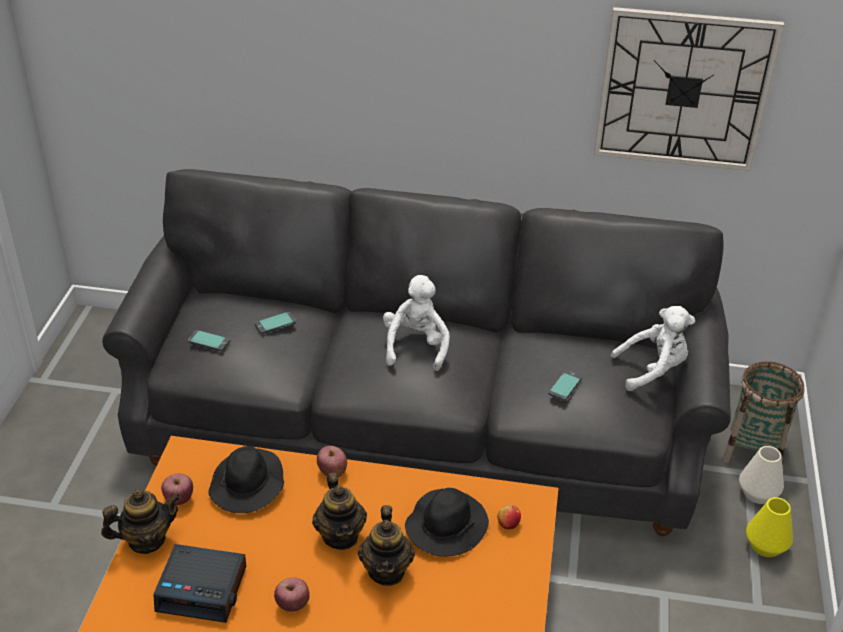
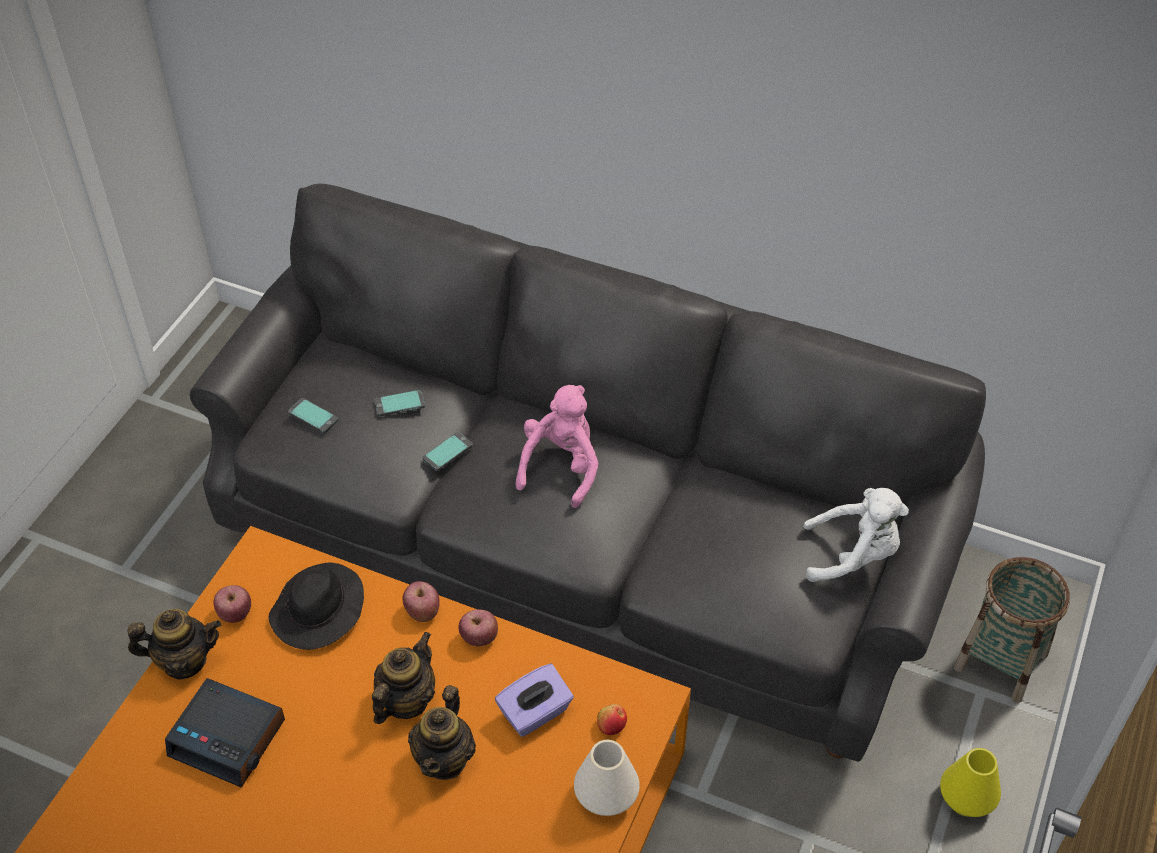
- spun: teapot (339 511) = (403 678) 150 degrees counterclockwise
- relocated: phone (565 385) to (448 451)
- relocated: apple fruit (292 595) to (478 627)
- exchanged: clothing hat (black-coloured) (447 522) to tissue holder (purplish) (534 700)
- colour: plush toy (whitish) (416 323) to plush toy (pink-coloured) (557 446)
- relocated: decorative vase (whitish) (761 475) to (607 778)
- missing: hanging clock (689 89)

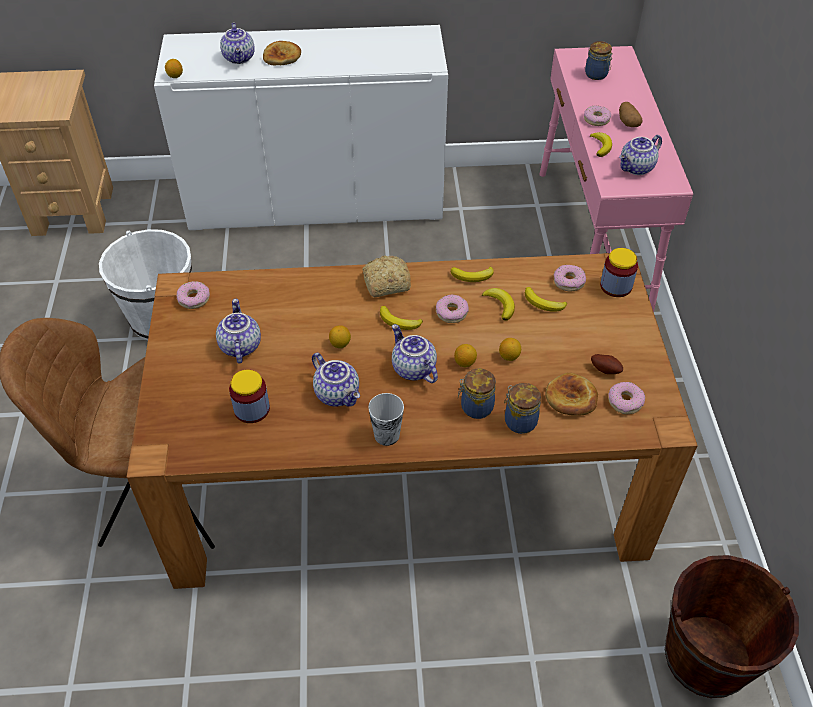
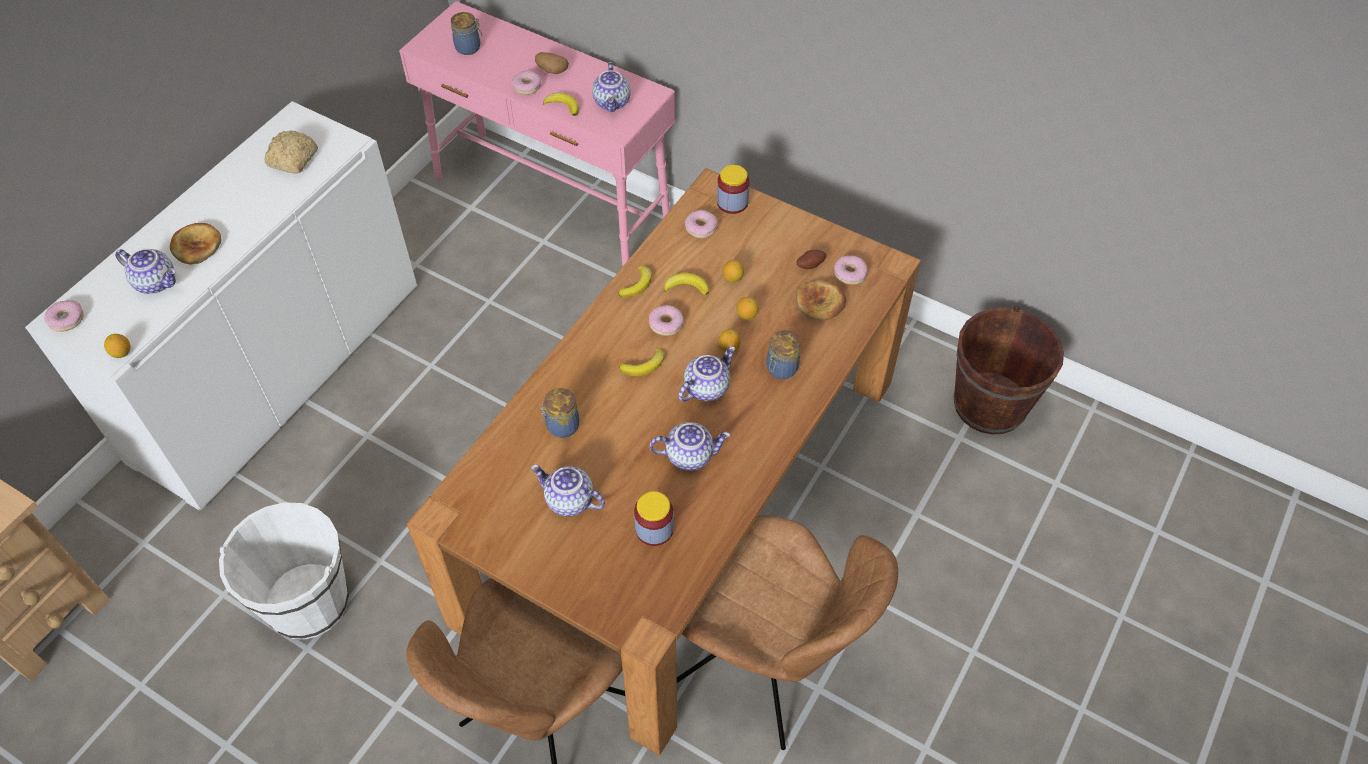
- relocated: doughnut (193 295) to (64 316)
- relocated: bakery bread (386 276) to (291 152)
- relocated: preserve jar (522 408) to (559 413)
- appeared: plain chair (brown) (787 632)
- spun: teapot (415 353) = (707 374) 135 degrees clockwise
- relocated: whole lemon (340 336) to (733 271)
- missing: drinking cup (386 419)
- missing: whole banana (546 299)

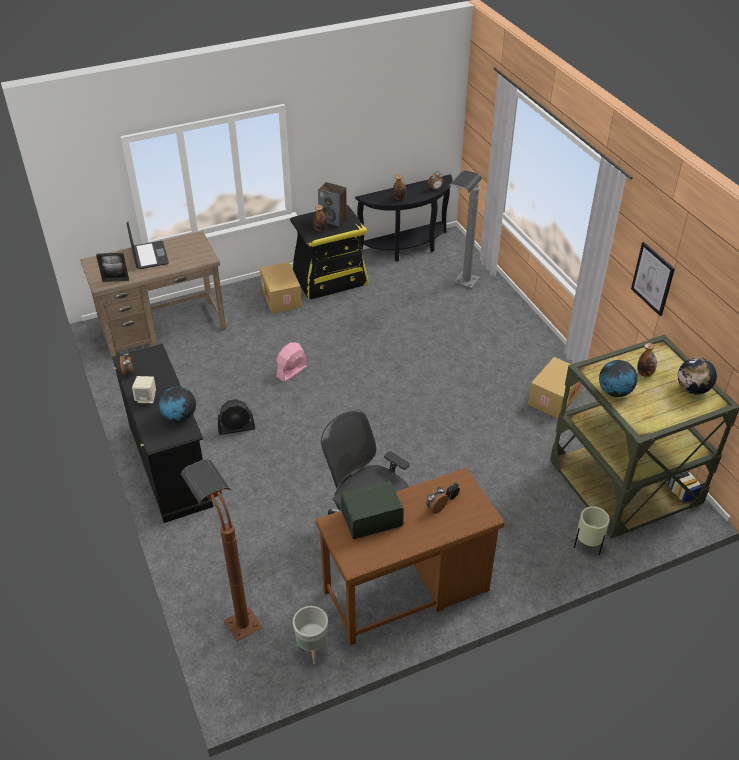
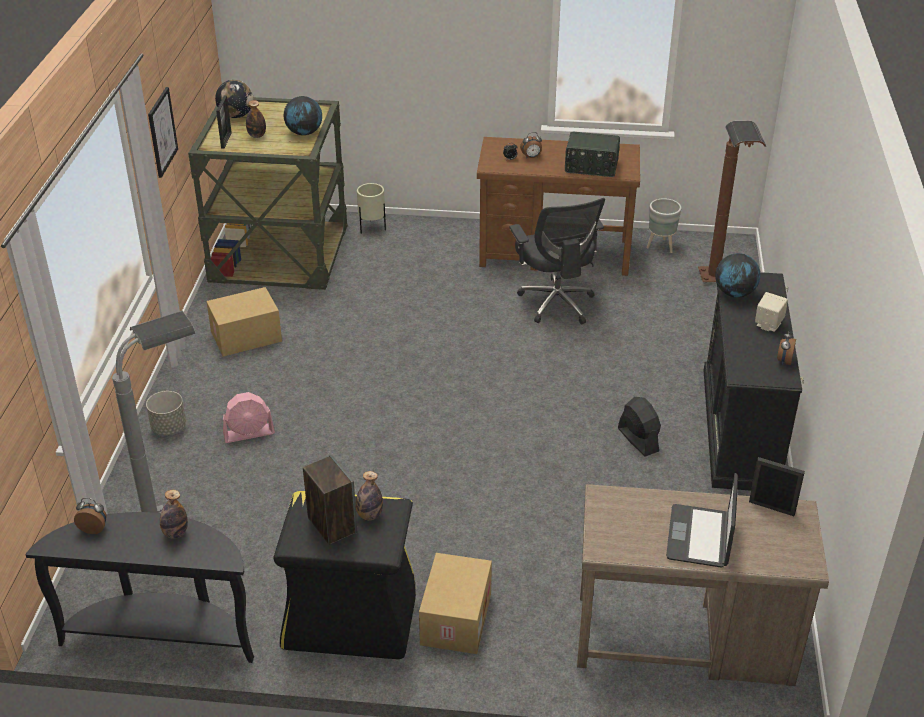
- appeared: planter (grey) (166 413)
- appeared: picture frame (224 122)
- relocated: cooling fan (pink-coloured) (292 362) to (249 417)
- spun: cooling fan (black-coloured) (236 417) = (639 426) 45 degrees clockwise

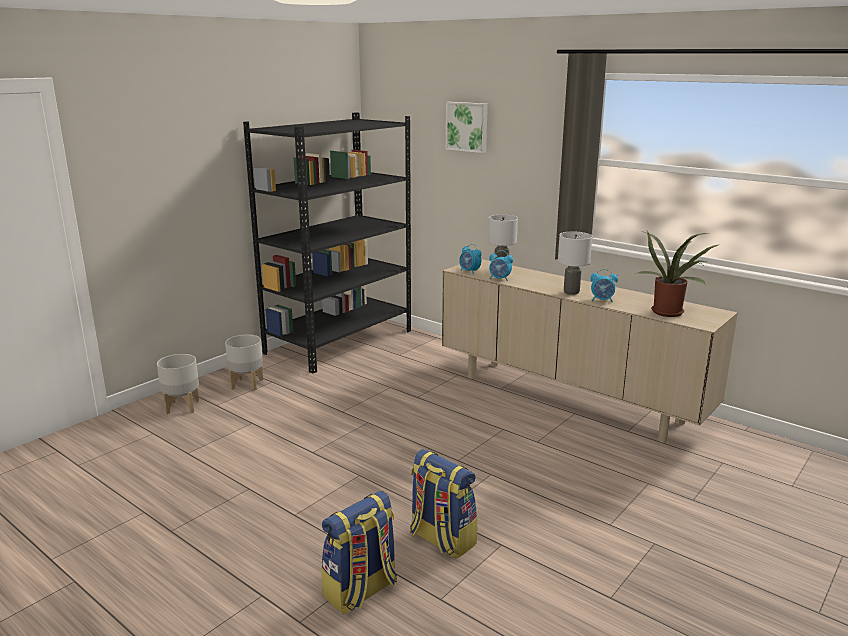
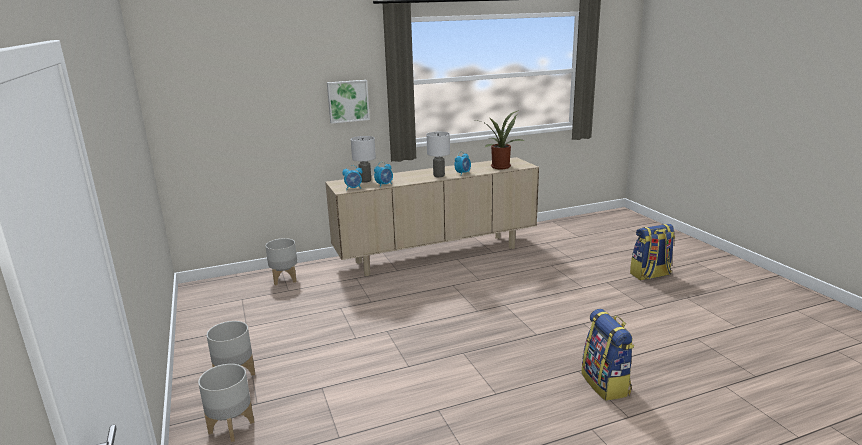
- appeared: planter (grey) (281 261)
- relocated: wall picture (467 127) to (348 102)
- relocated: backpack (443 504) to (652 252)
- missing: bookshelf (black-coloured) (327 243)

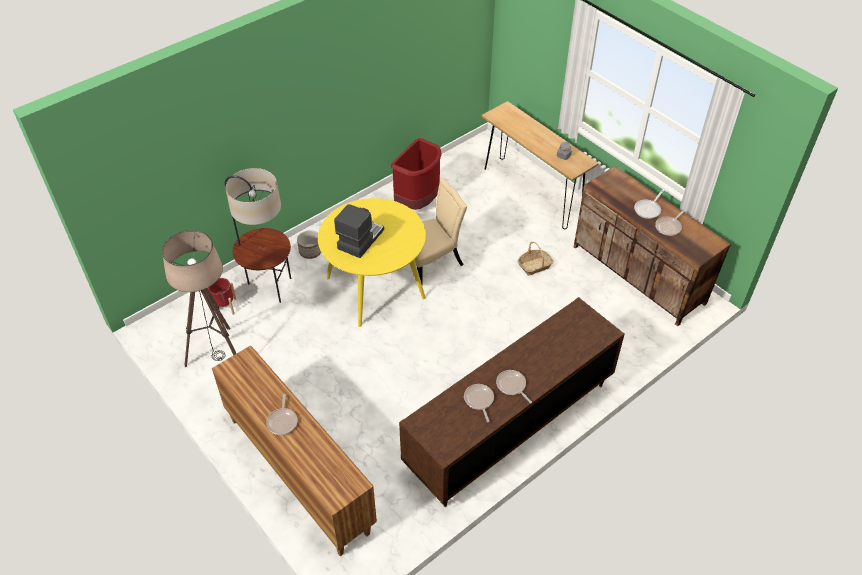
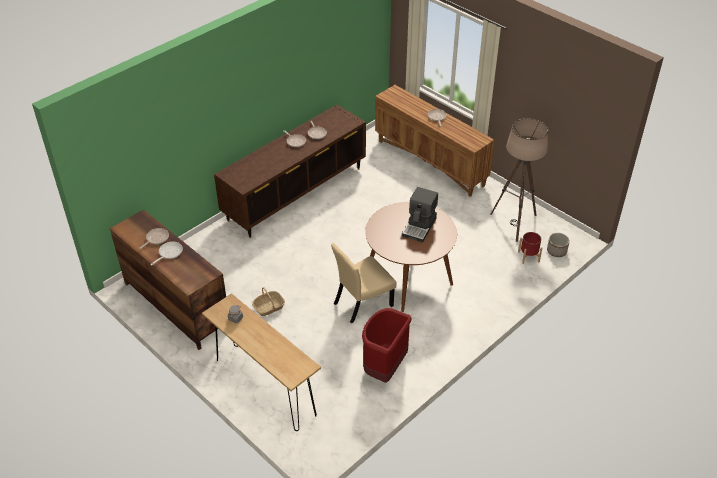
- colour: dining table (yellowish) (372 262) to dining table (brown) (411 257)
- relocated: planter (309 244) to (558 245)
- missing: standard lamp (258 235)

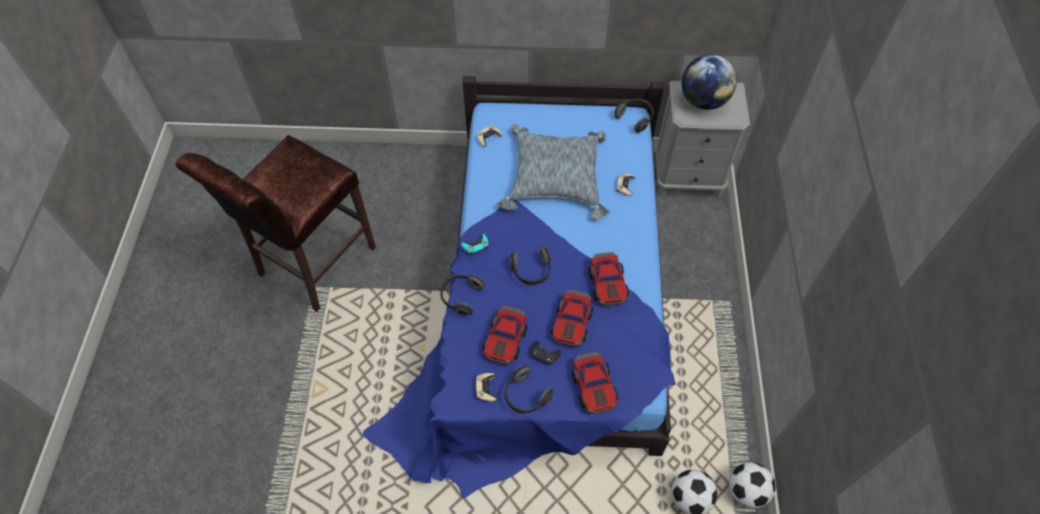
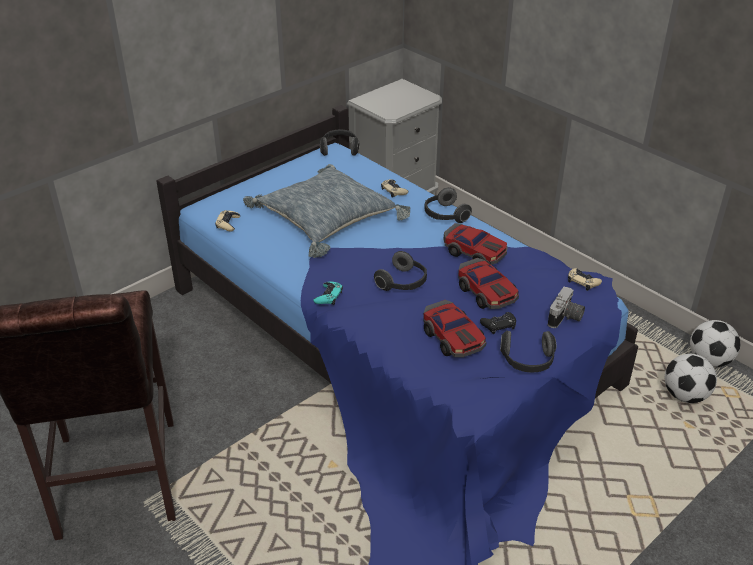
- relocated: headphones (462 295) to (448 205)
- exchanged: model car (595 383) to still camera (566 307)
- relocated: gamepad (beige-coloured) (486 387) to (585 279)
- missing: globe (709 82)

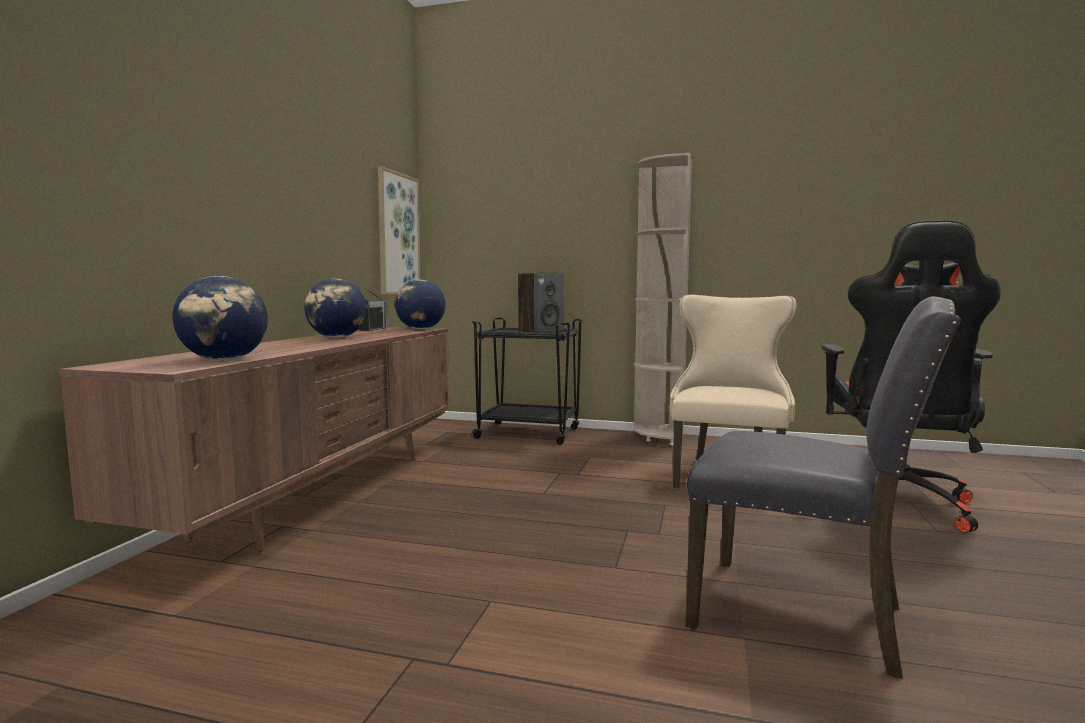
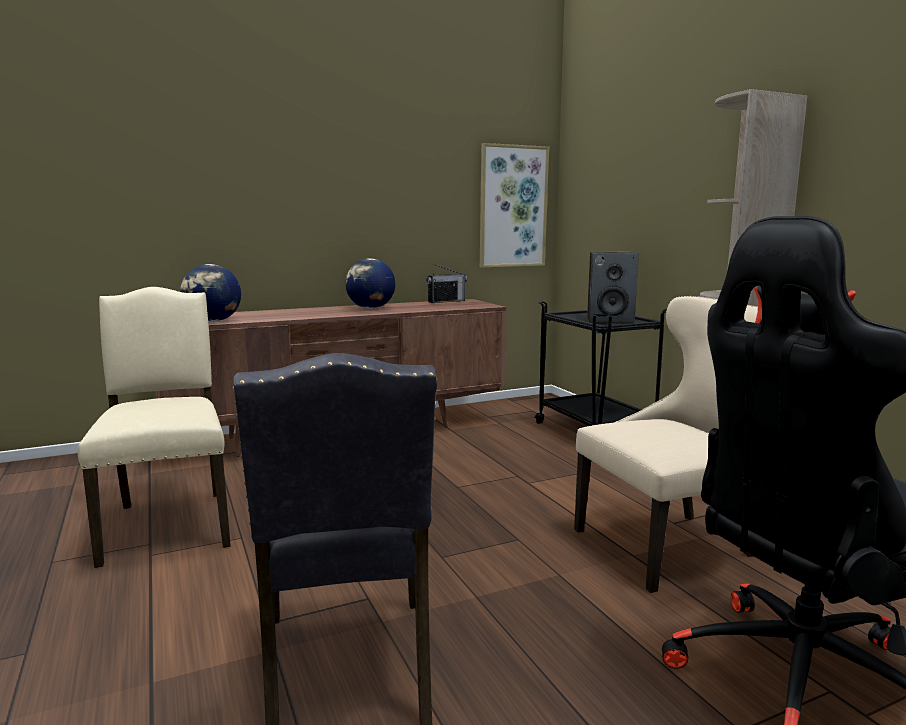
- appeared: plain chair (beige-coloured) (154 427)
- missing: globe (420 304)

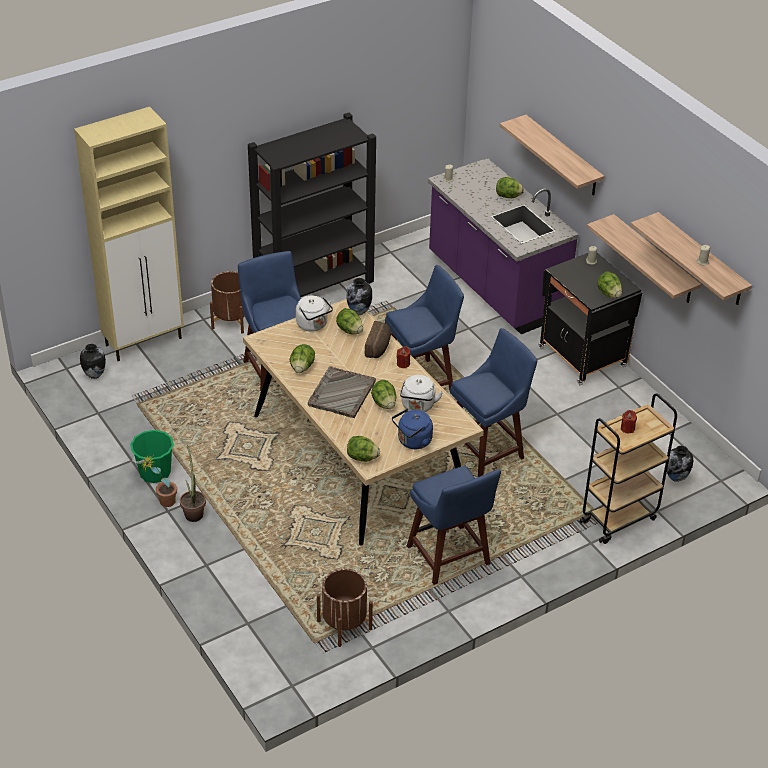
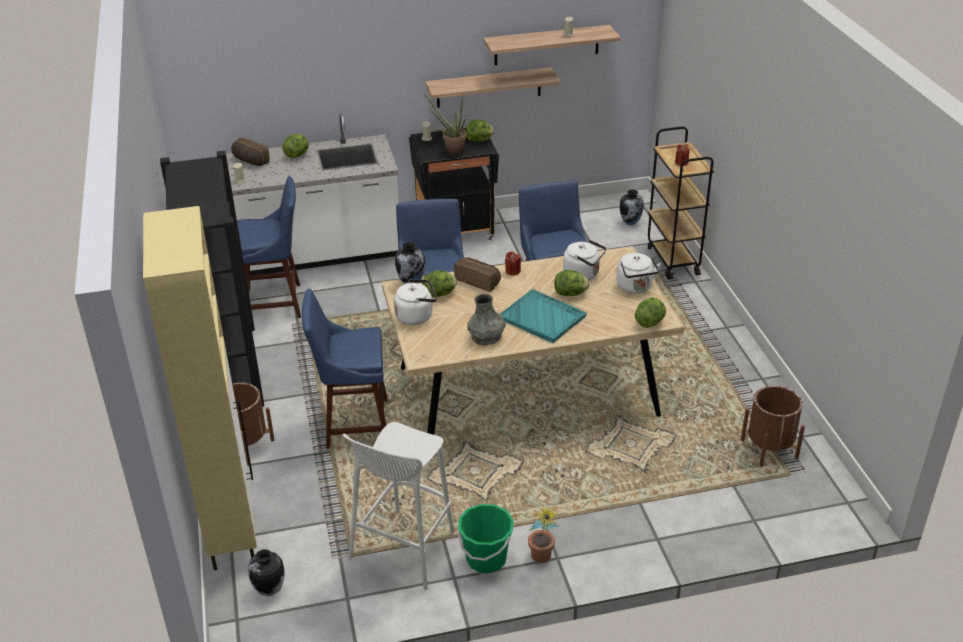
- colour: kitchen base unit (purplish) (503 246) to kitchen base unit (whitish) (312 194)
- appeared: bakery bread (250 152)
- relocated: plain chair (blue-coloured) (454 525) to (269 247)
- appeared: sitting stool (whitish) (398 506)
- relocated: potted plant (193 483) to (445 124)
- exchanged: head of lettuce (302 358) to decorative vase (grey) (486 319)
- colour: tray (grey) (342 392) to tray (blue-green) (542 316)
- colour: tea kettle (blue-coloured) (412 429) to tea kettle (whitish) (638 273)
- missing: wall shelf (552 155)

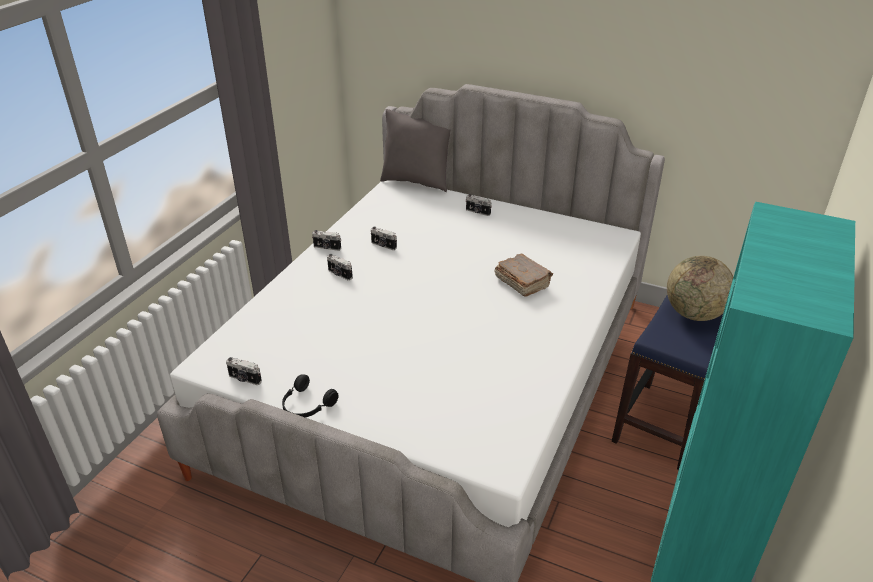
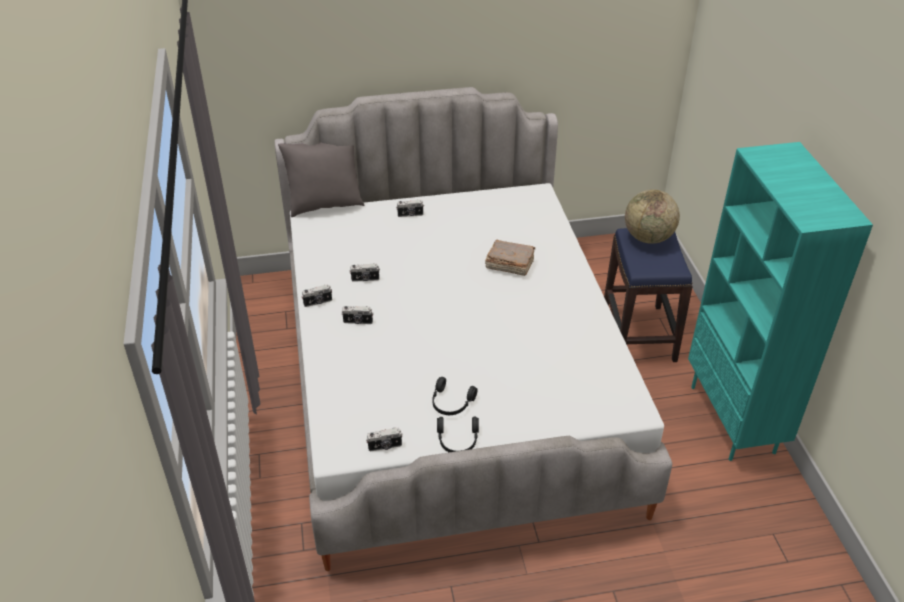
- appeared: headphones (black-coloured) (454 396)

